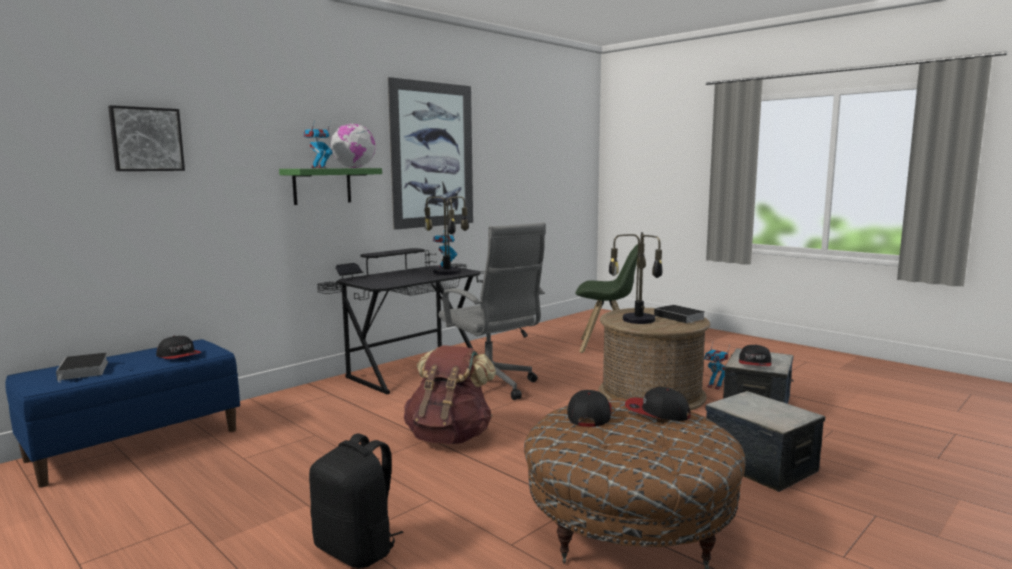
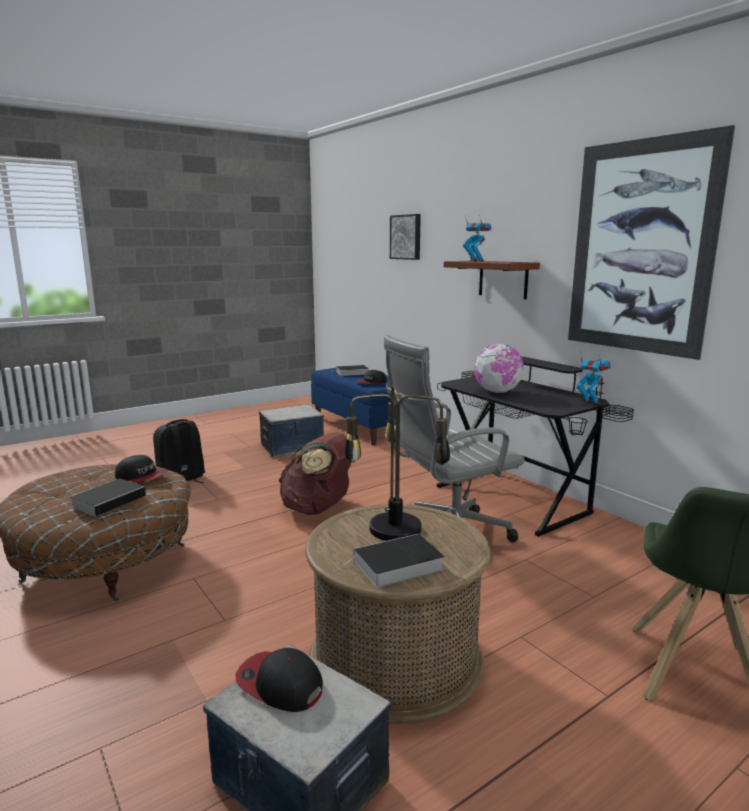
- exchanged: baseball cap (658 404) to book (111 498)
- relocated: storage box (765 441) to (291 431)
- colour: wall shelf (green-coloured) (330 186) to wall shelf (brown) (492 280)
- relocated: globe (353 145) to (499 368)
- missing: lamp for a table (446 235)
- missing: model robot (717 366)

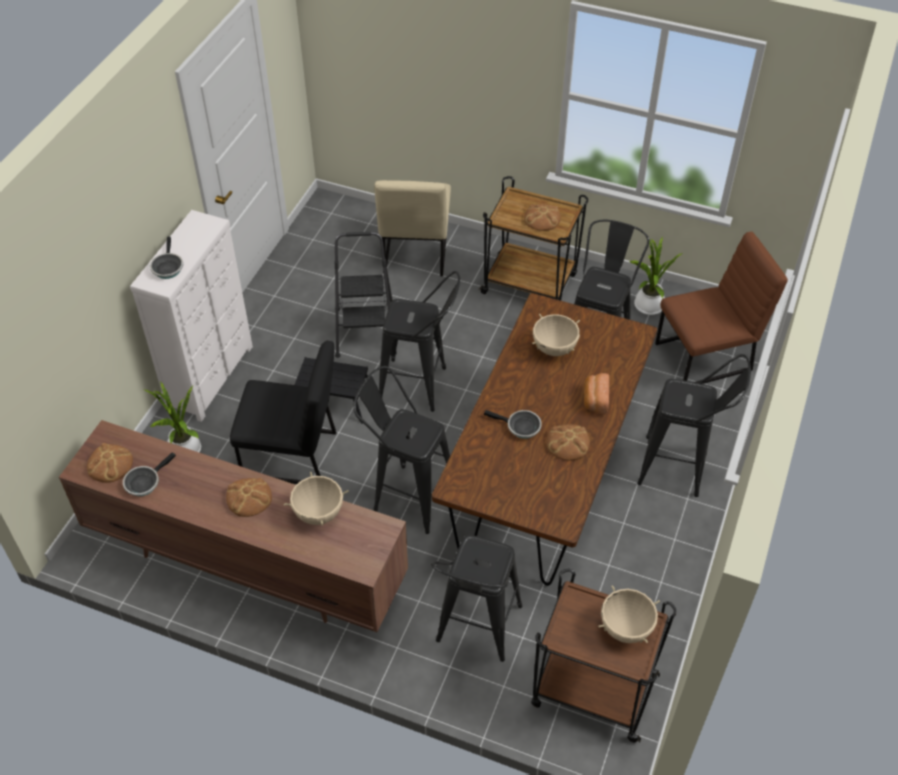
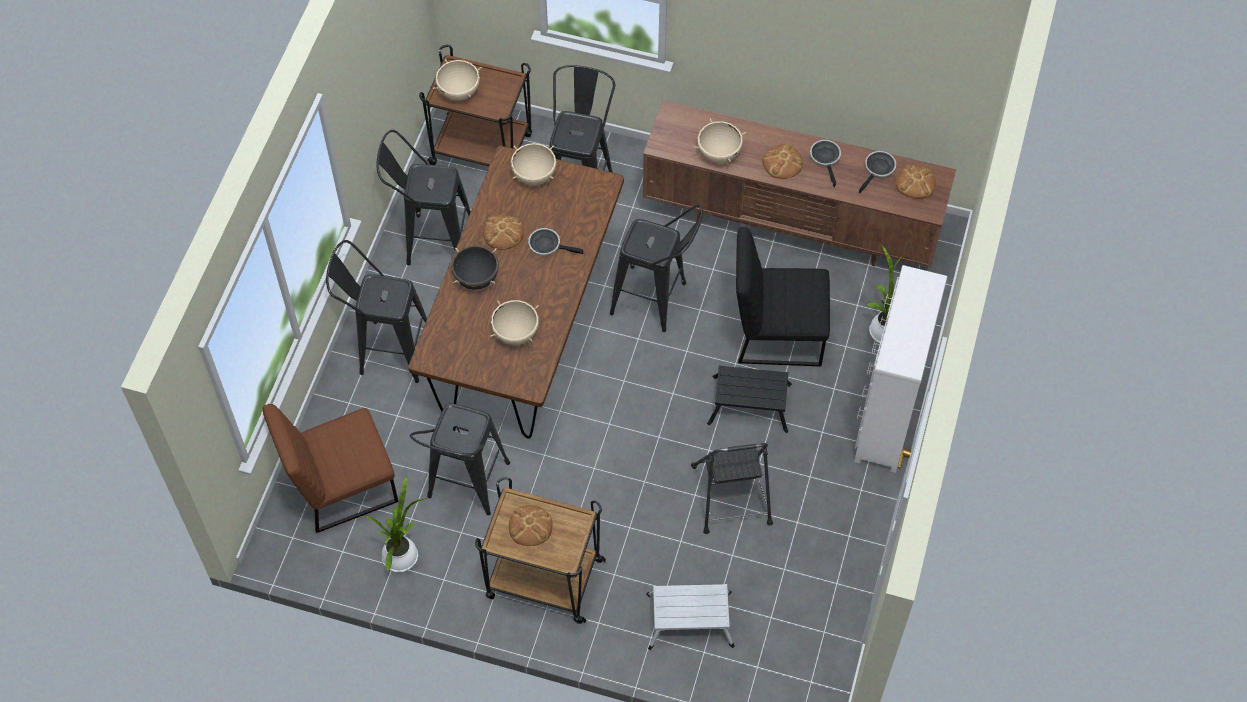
- relocated: sitting stool (black-coloured) (419 341) to (423 197)
- exchanged: bakery bread (596 394) to cooking pot (black-coloured) (475 267)
- appeared: cooking pot (beige-coloured) (533 164)
- exchanged: plain chair (beige-coloured) (412 228) to step ladder (whitish) (690 617)
- relocated: pan (166 257) to (825 163)

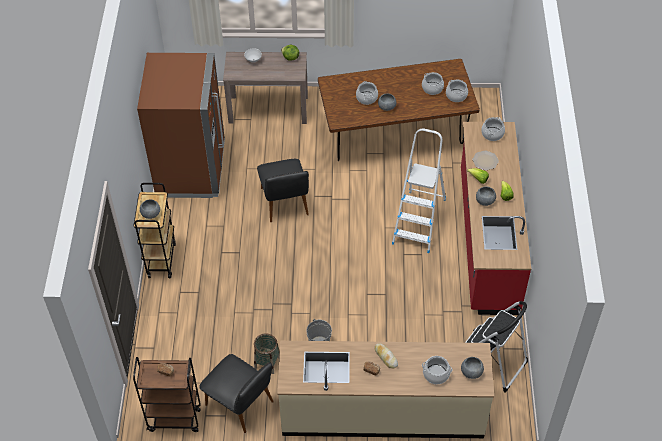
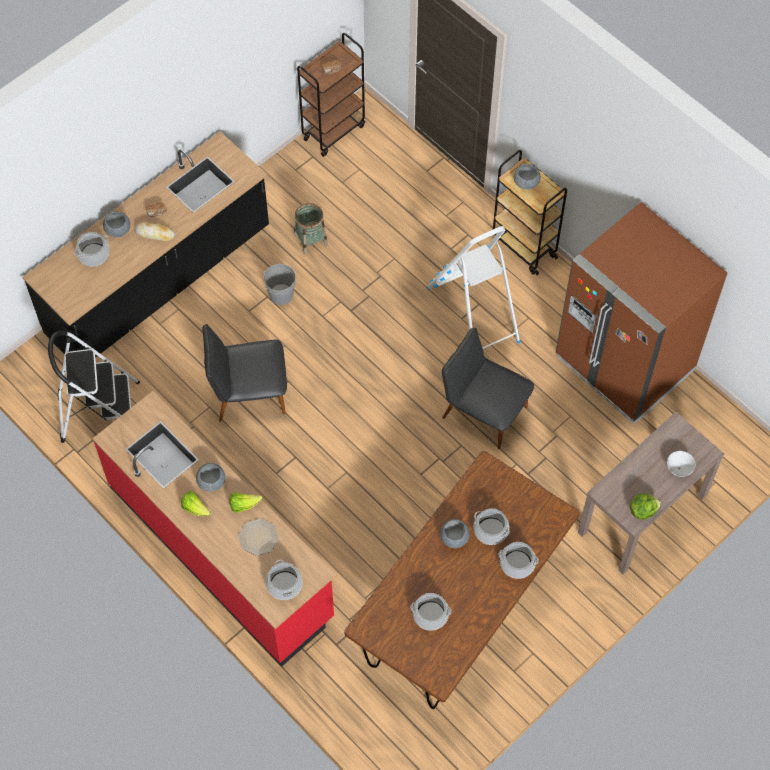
- colour: kitchen base unit (beige-coloured) (385 389) to kitchen base unit (black-coloured) (145 245)
- relocated: serving bowl (grey) (472 368) to (116 224)
- relocated: plain chair (black-coloured) (236 393) to (244 373)
- relocated: step ladder (whitish) (419 190) to (473 287)
- relocated: cooking pot (457 91) to (518 560)

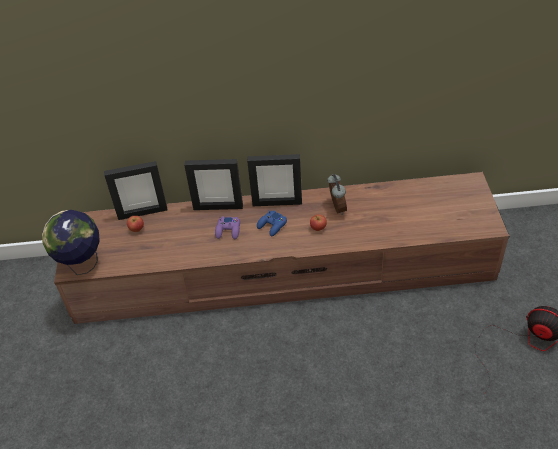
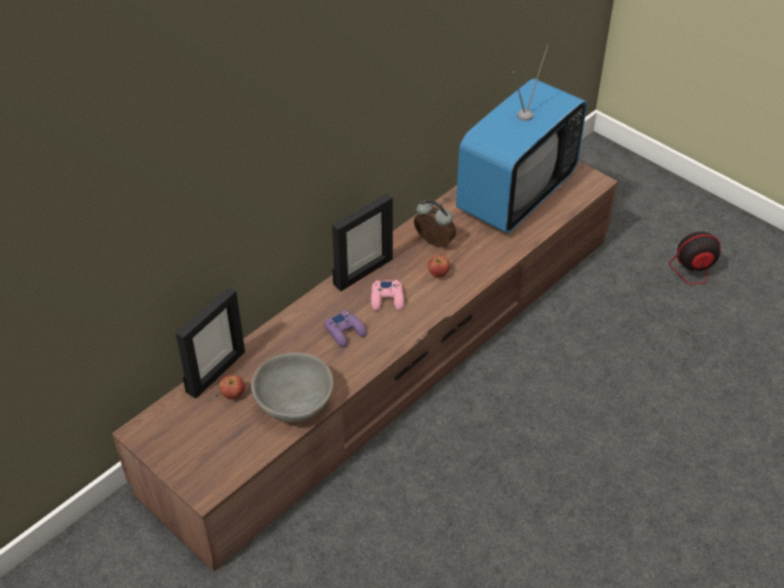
- appeared: serving bowl (grey) (292 387)
- colour: gamepad (blue-coloured) (272 223) to gamepad (pink-coloured) (387 295)
- appeared: TV set (521 138)
- missing: globe (71 242)
- missing: picture frame (213 184)

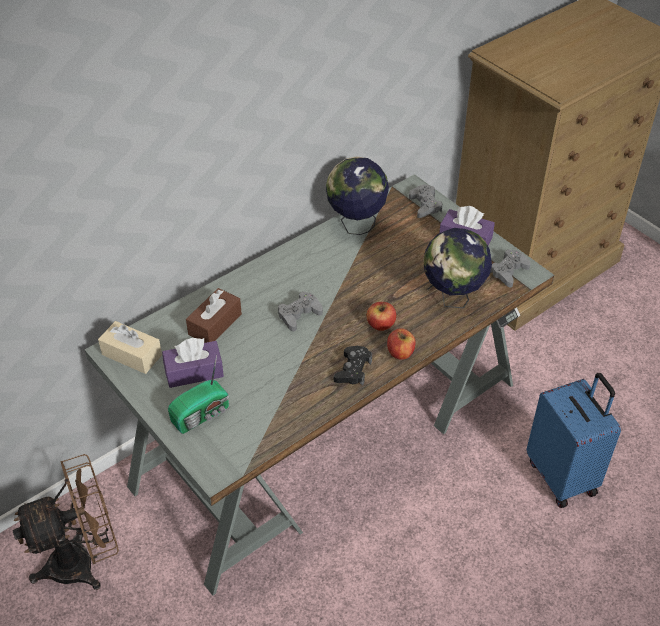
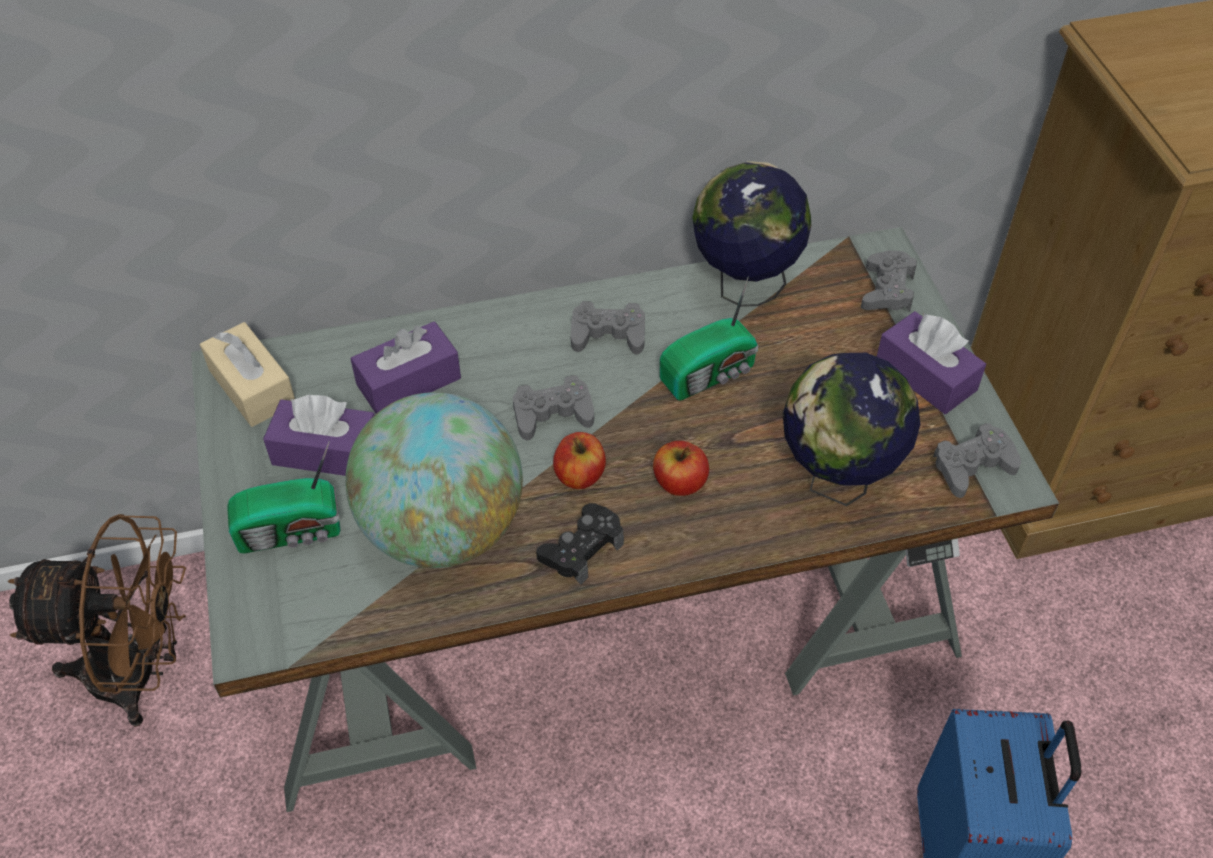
- appeared: globe (434 480)
- colour: tissue holder (brown) (214 315) to tissue holder (purplish) (405 367)
- relocated: apple fruit (401 344) to (579 460)
- appeared: gamepad (grey) (608 328)
- appeared: radio set (709 338)

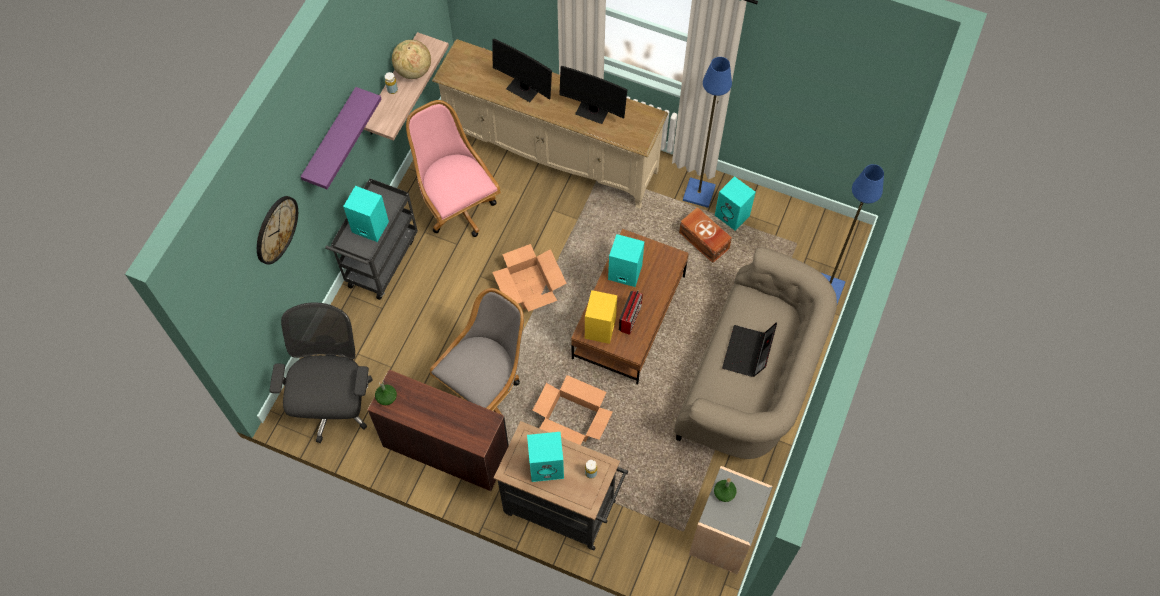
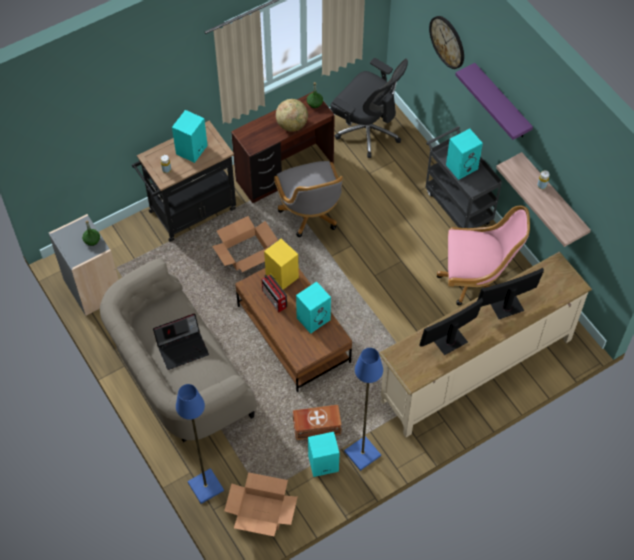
- spun: laptop (749 349) = (181 341) 105 degrees clockwise
- relocated: packing box (529 278) to (260 504)
- relocated: globe (411 59) to (292 115)

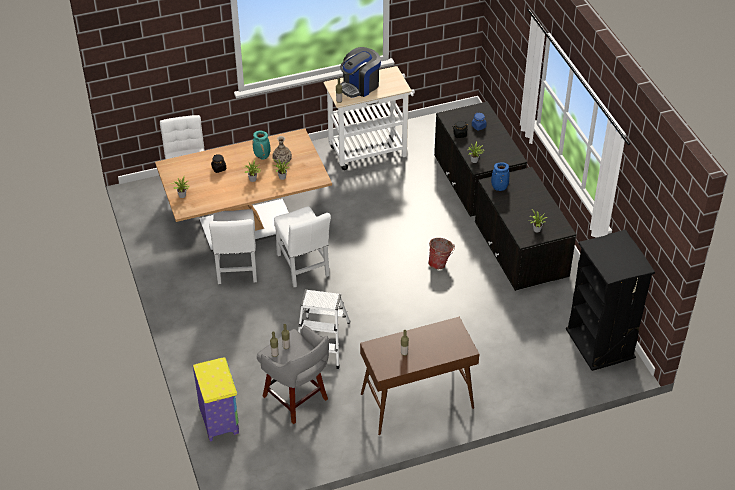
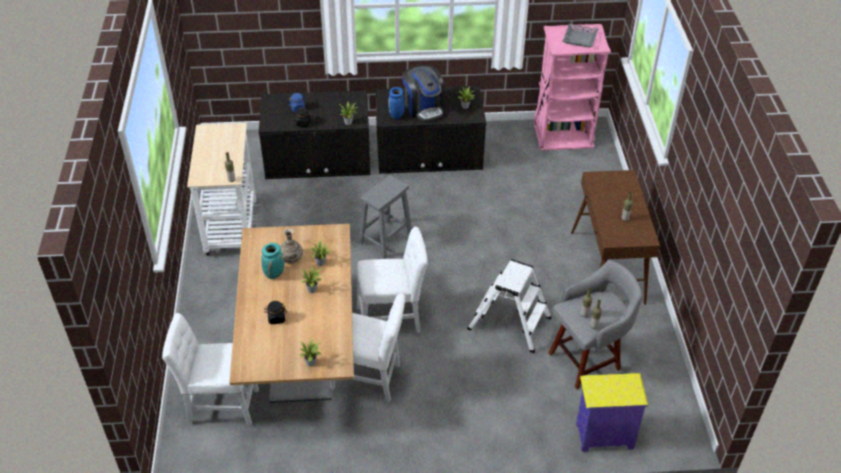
- appeared: sitting stool (grey) (385 217)
- relocated: coffee brewer (360 72) to (423 93)
- colour: bookshelf (black-coloured) (610 300) to bookshelf (pink-coloured) (572 87)
- appeared: tray (grey) (580 35)
- missing: water bucket (441 253)

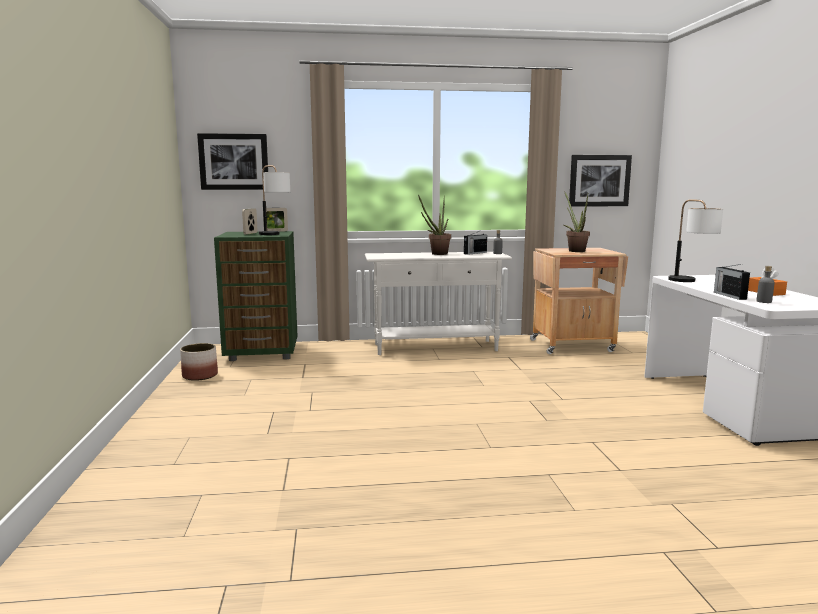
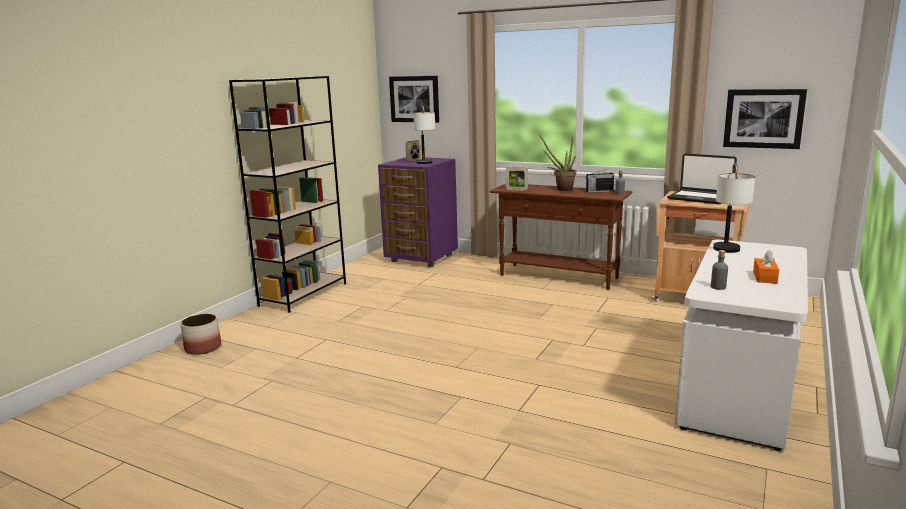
- relocated: planter (199 362) to (200 334)
- appeared: bookshelf (beige-coloured) (287 194)
- colour: dresser (green-coloured) (255 296) to dresser (purplish) (418 212)
- colour: hall table (whitish) (438 303) to hall table (brown) (561 237)
- relocated: picture frame (275 220) to (517 179)
- exchanged: potted plant (577 221) to laptop (702 178)
- missing: radio set (732 282)

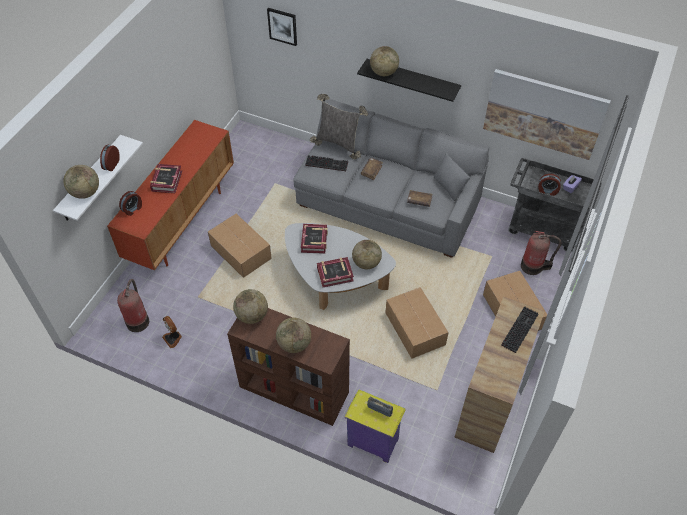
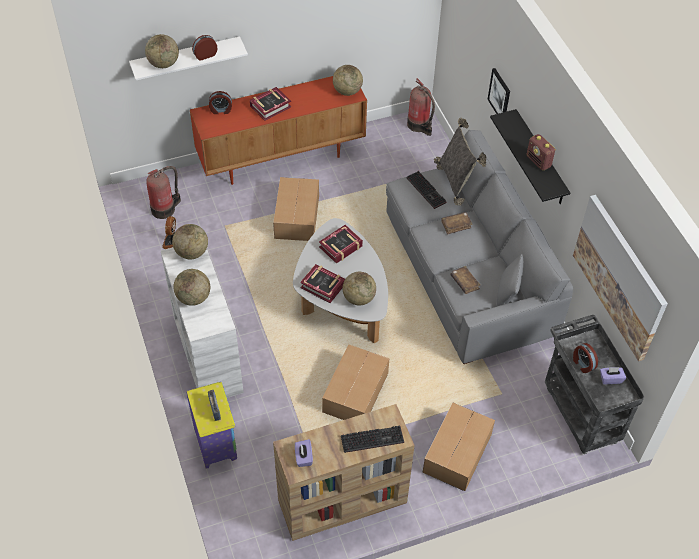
- colour: bookshelf (brown) (288 367) to bookshelf (whitish) (202 322)
- appeared: tissue holder (purplish) (304 453)
- relocated: globe (384 61) to (348 80)
- relocated: extinguisher (541 253) to (421 107)
- relocated: wall picture (282 27) to (498 91)
- appeared: radio set (541 152)

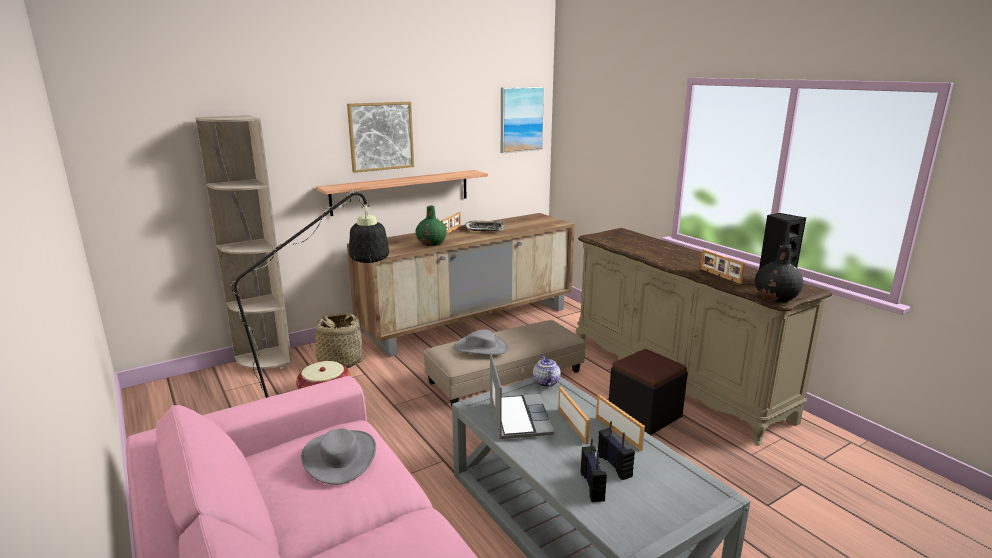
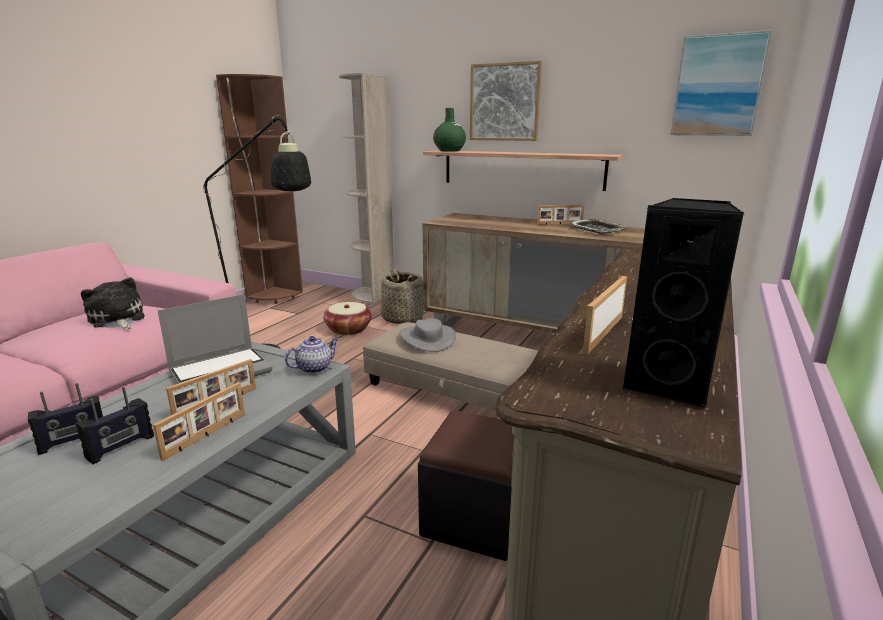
- exchanged: clothing hat (grey) (338 456) to plush toy (113 303)
- appeared: bookshelf (brown) (259 189)
- relocated: decorative vase (green-coloured) (431 226) to (449 130)
- missing: decorative vase (black-coloured) (779 273)

